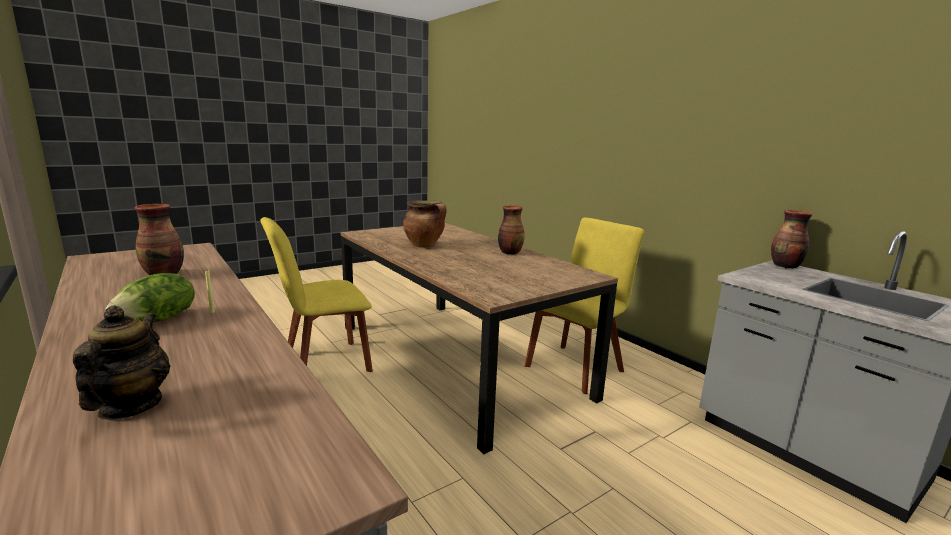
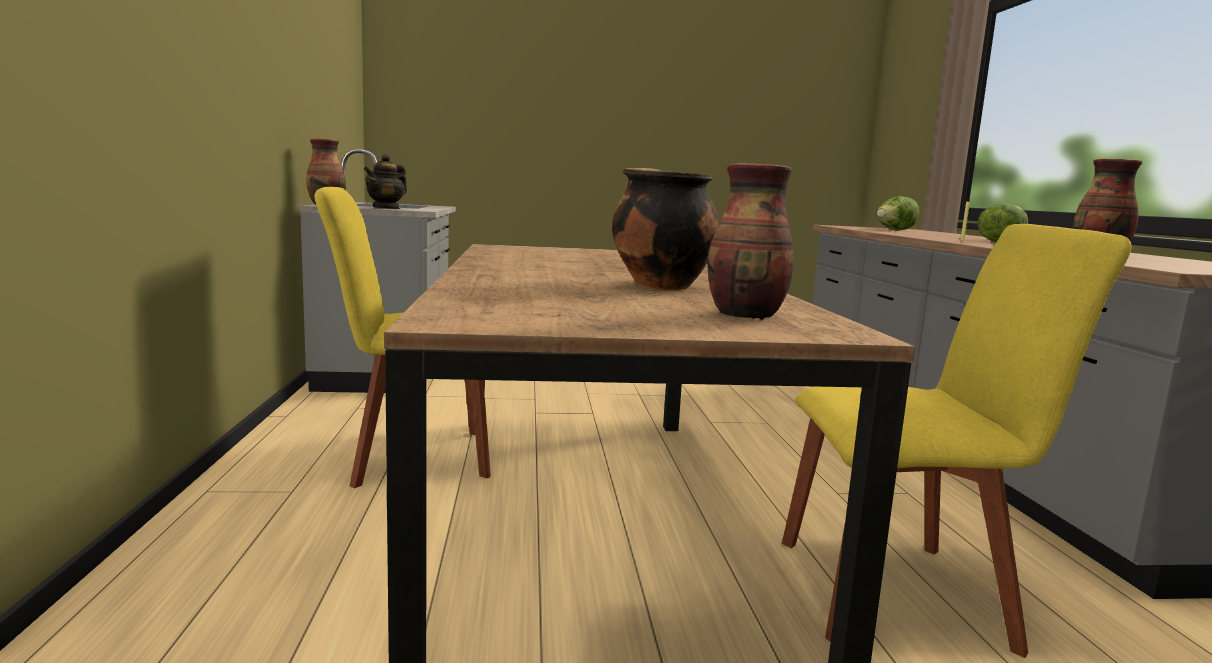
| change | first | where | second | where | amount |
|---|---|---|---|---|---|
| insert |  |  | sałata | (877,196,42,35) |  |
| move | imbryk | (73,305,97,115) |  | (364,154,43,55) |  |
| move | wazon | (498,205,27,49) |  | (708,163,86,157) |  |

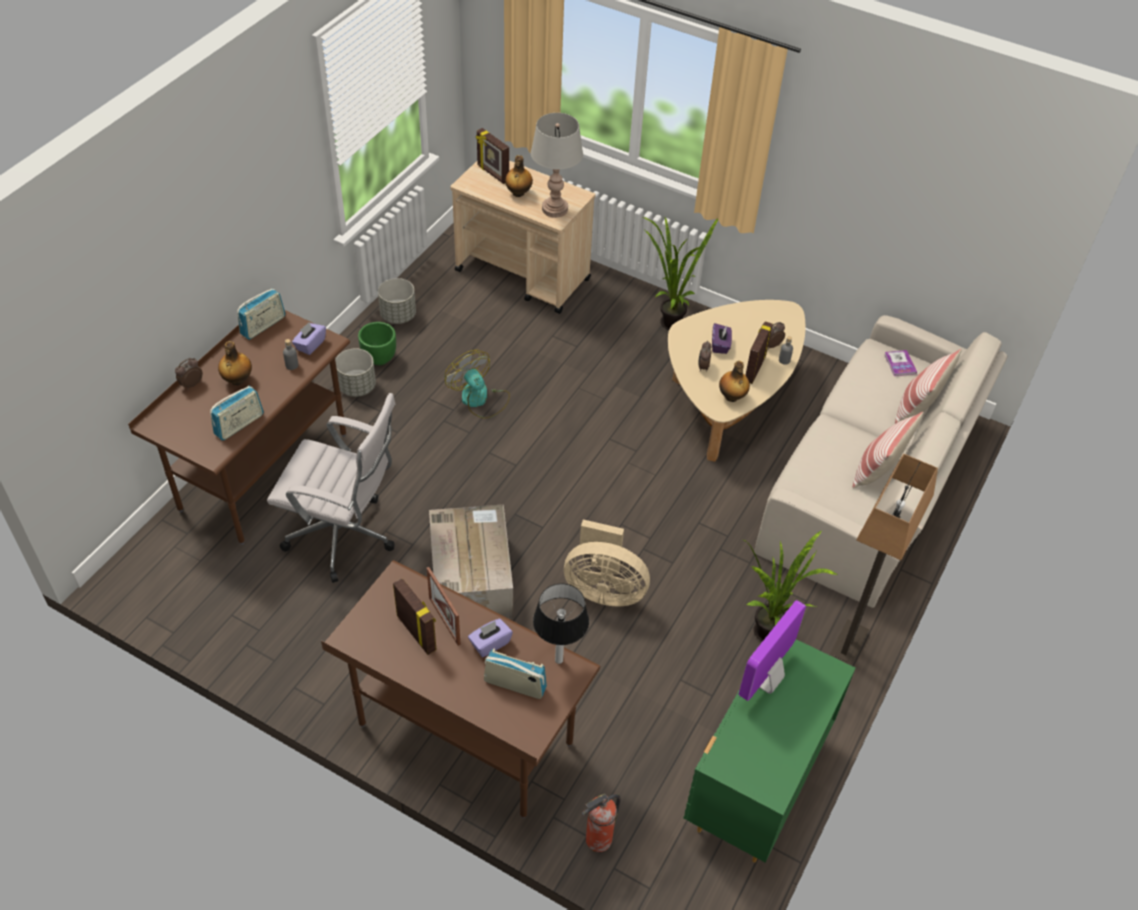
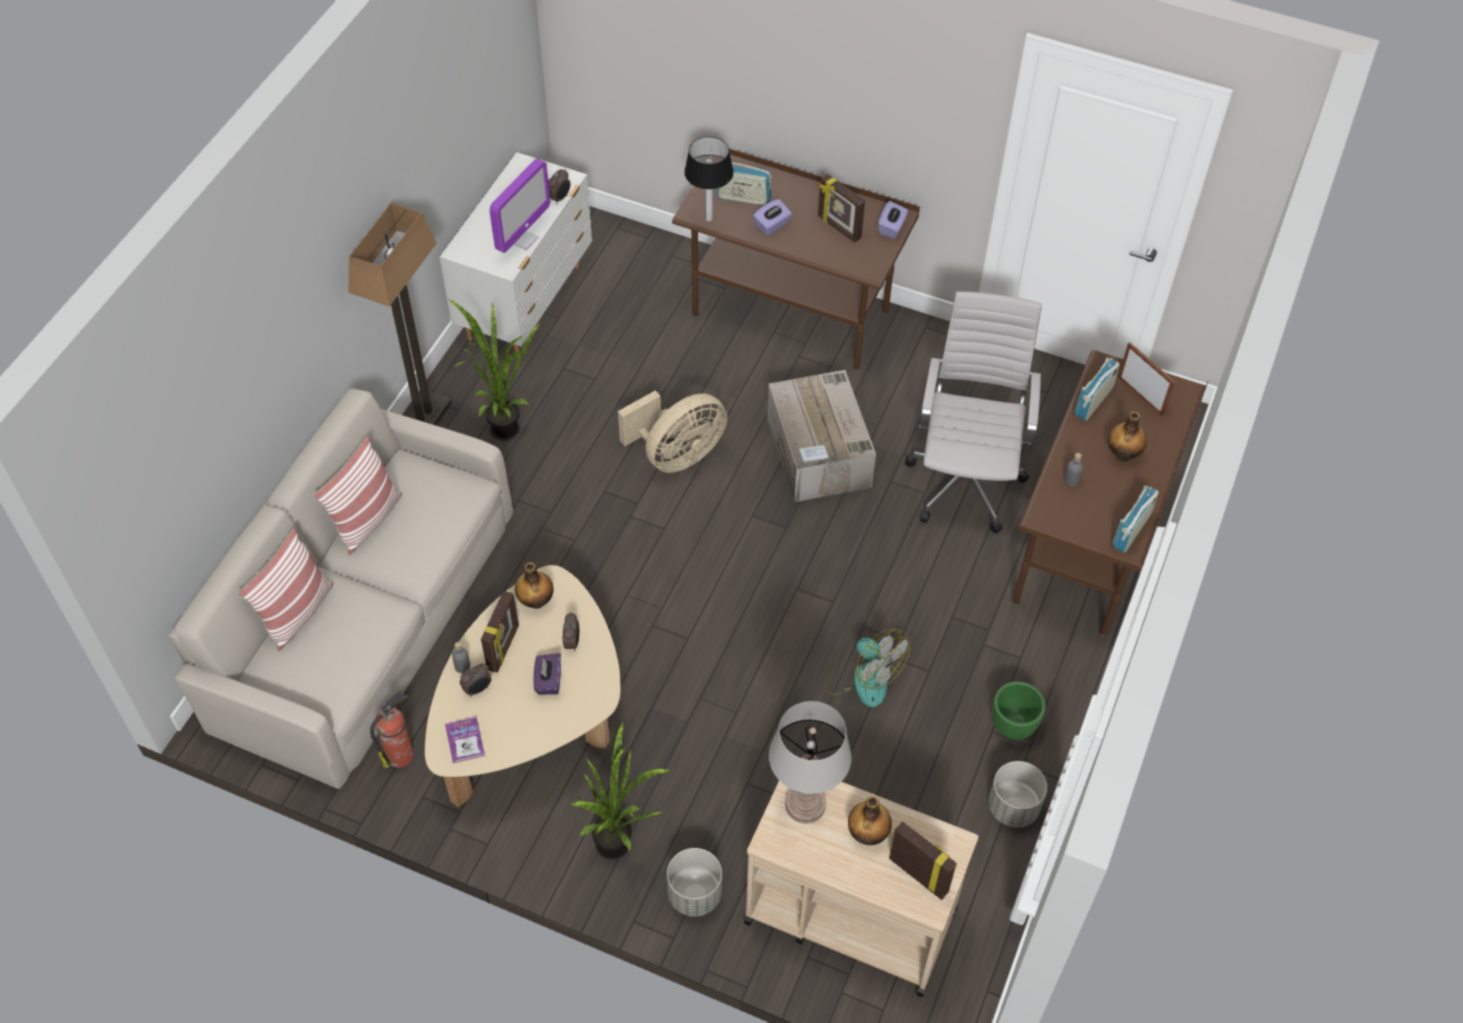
| change | first | where | second | where | amount |
|---|---|---|---|---|---|
| move | budzik | (175,358,28,32) |  | (548,169,22,35) |  |
| move | pudełko chusteczek (fioletowy) | (292,322,34,33) |  | (878,201,30,38) |  |
| move | donica (szary) | (335,348,41,49) |  | (667,848,55,69) |  |
| move | ramka na zdjęcie | (427,567,34,79) |  | (1118,342,58,75) |  |
| move | gaśnica | (582,794,39,58) |  | (370,691,44,77) |  |
| move | książka | (884,350,33,26) |  | (445,717,40,46) |  |
| recolor | komoda (zielony) | (683,639,173,224) | komoda (biały) | (440,152,152,206) |  |
| rotate | krzesło biurowe (biały) | (267,393,129,190) |  | (905,291,137,243) | 90 degrees clockwise |
| rotate | wentylator (beżowy) | (564,520,86,87) |  | (618,390,109,83) | 135 degrees clockwise |

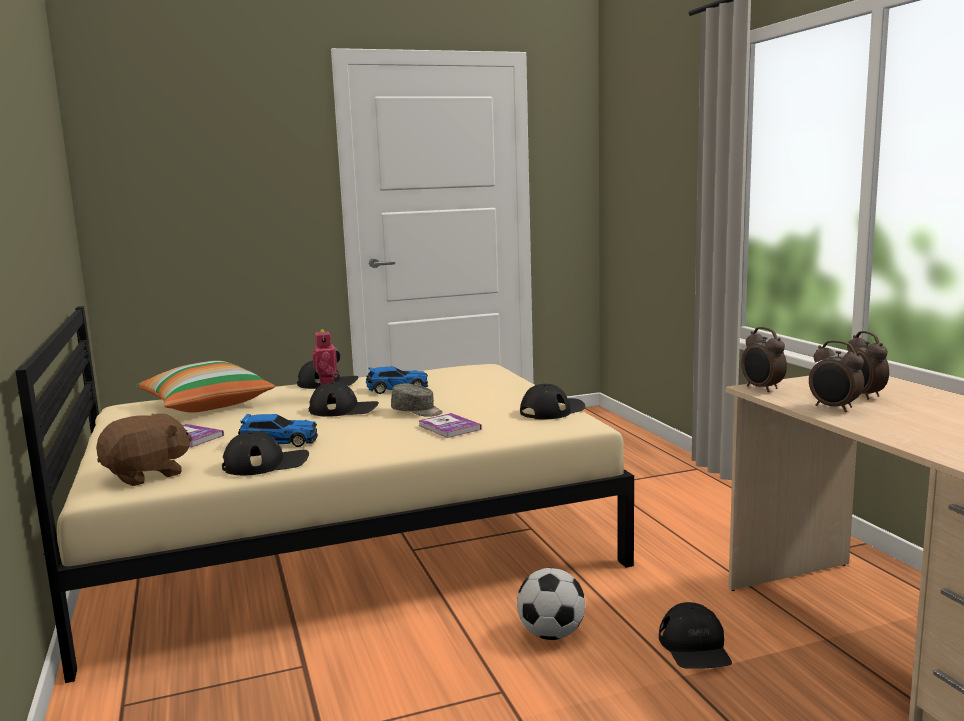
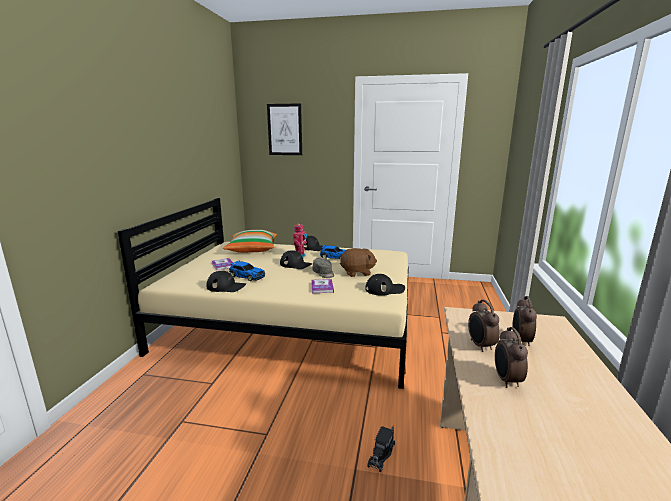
| change | first | where | second | where | amount |
|---|---|---|---|---|---|
| delete | piłka futbolowa | (517,568,68,72) |  |  |  |
| insert |  |  | obraz | (267,104,35,51) |  |
| move | pluszak (brązowy) | (96,413,96,73) |  | (340,248,37,29) |  |
| move | budzik | (741,327,46,65) |  | (495,327,33,61) |  |
| replace | czapka z daszkiem (czarny) | (659,602,73,67) | ciężarówka zabawkowa | (368,426,27,46) |  |

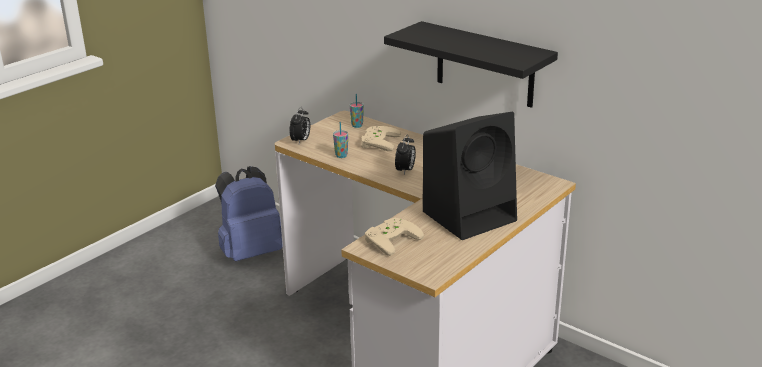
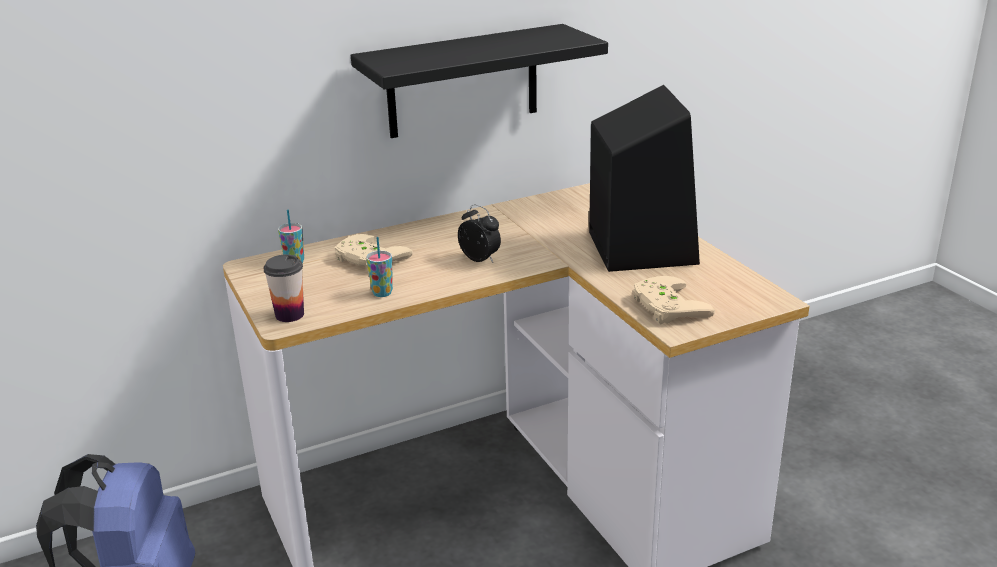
| change | first | where | second | where | amount |
|---|---|---|---|---|---|
| replace | budzik | (289,107,21,37) | filiżanka | (263,254,41,68) |  |

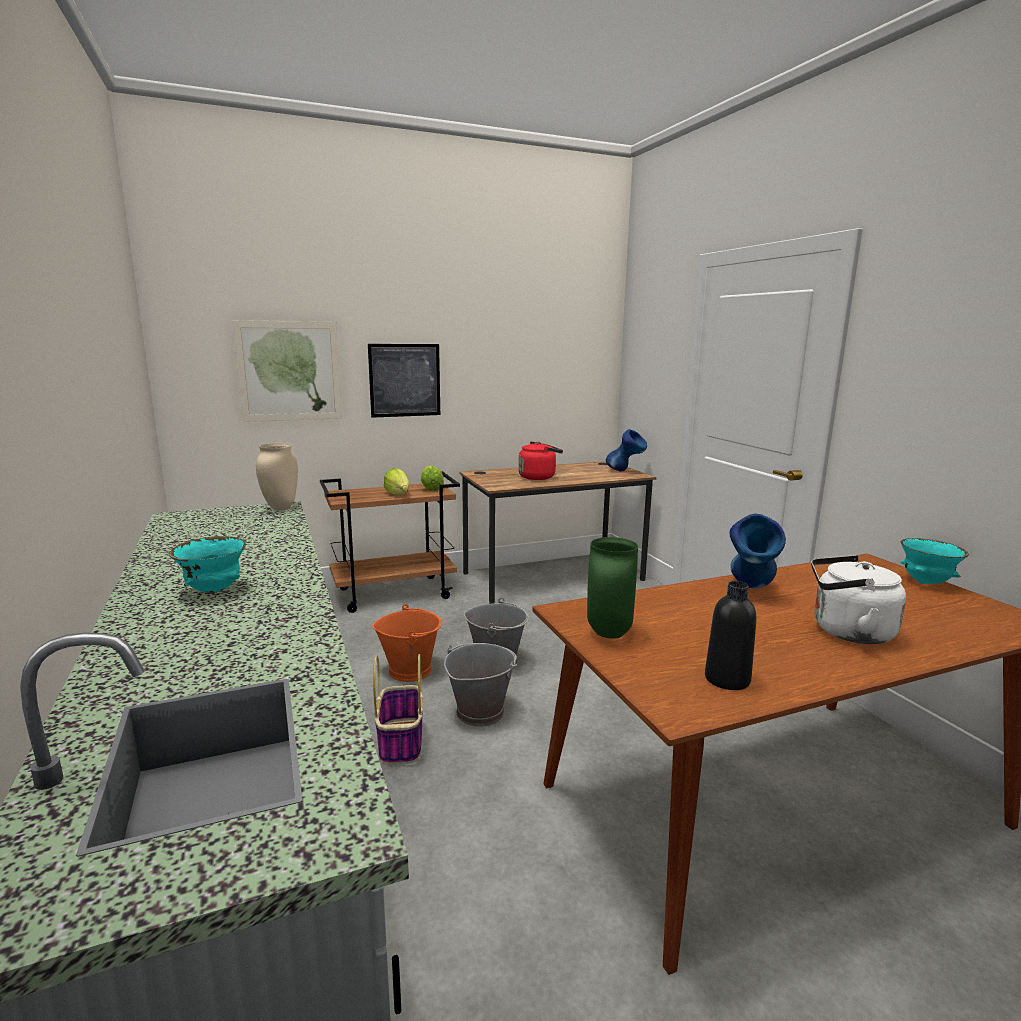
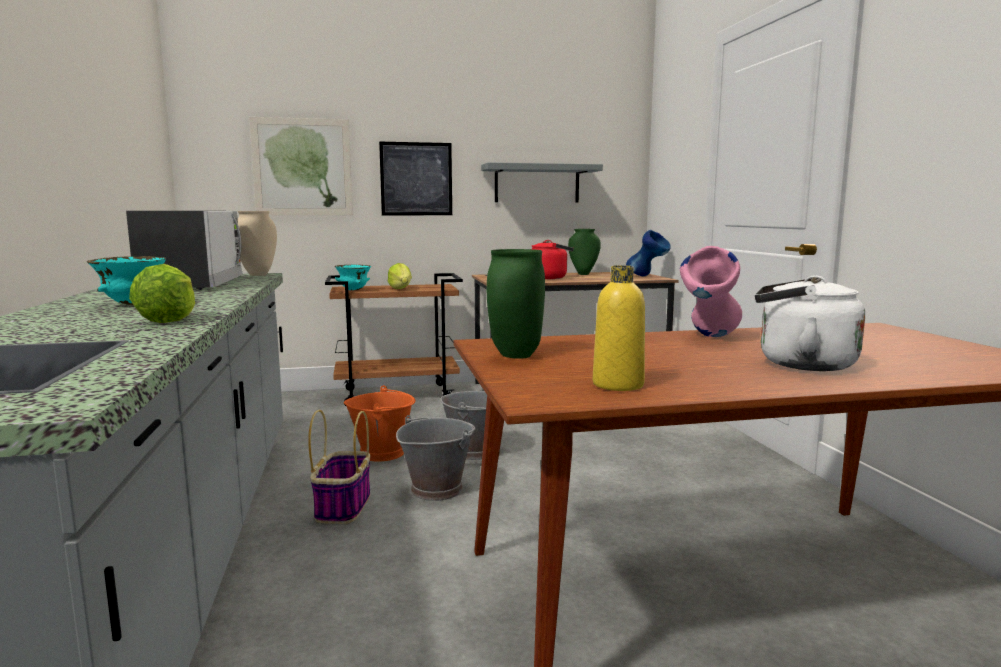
| change | first | where | second | where | amount |
|---|---|---|---|---|---|
| insert |  |  | mikrofalówka | (126,211,117,79) |  |
| insert |  |  | półka (szary) | (481,162,122,40) |  |
| insert |  |  | wazon (zielony) | (568,229,33,46) |  |
| move | sałata | (421,466,23,25) |  | (129,264,66,59) |  |
| move | miska (turkusowy) | (901,538,68,46) |  | (335,265,36,25) |  |
| recolor | butelka (czarny) | (705,581,51,109) | butelka (żółty) | (593,265,52,126) |  |
| recolor | wazon (niebieski) | (730,514,56,74) | wazon (różowy) | (680,246,62,91) |  |

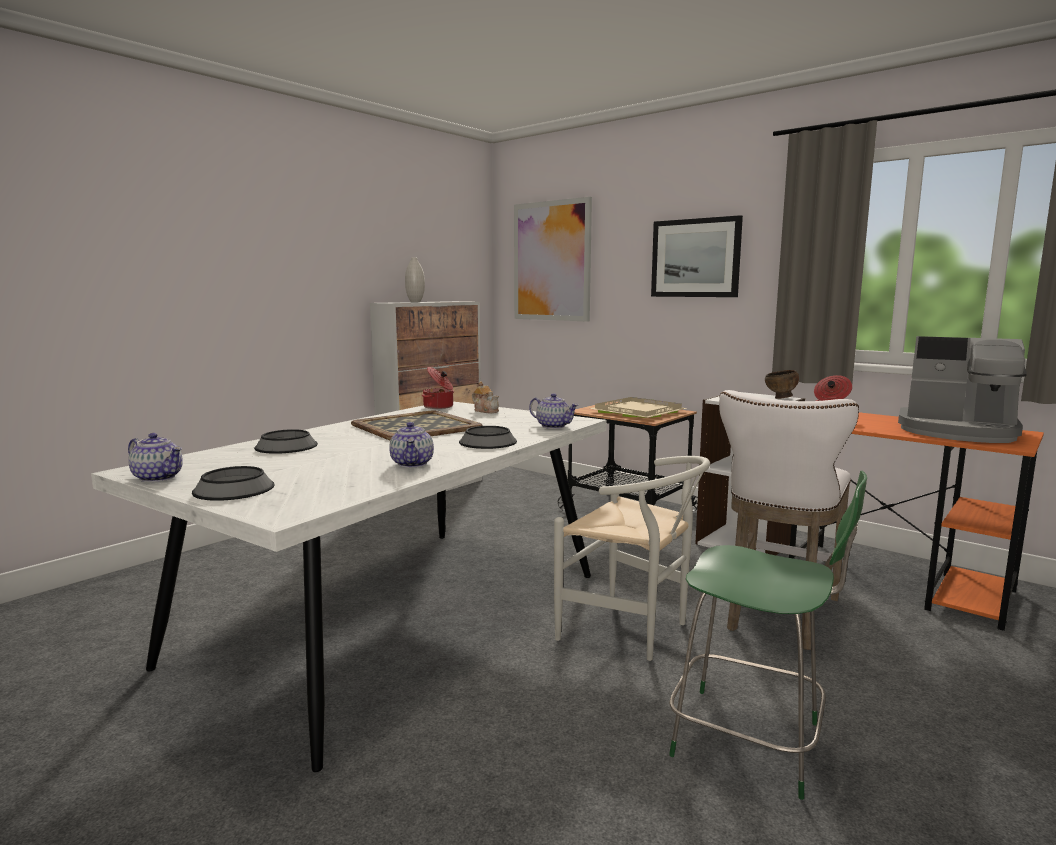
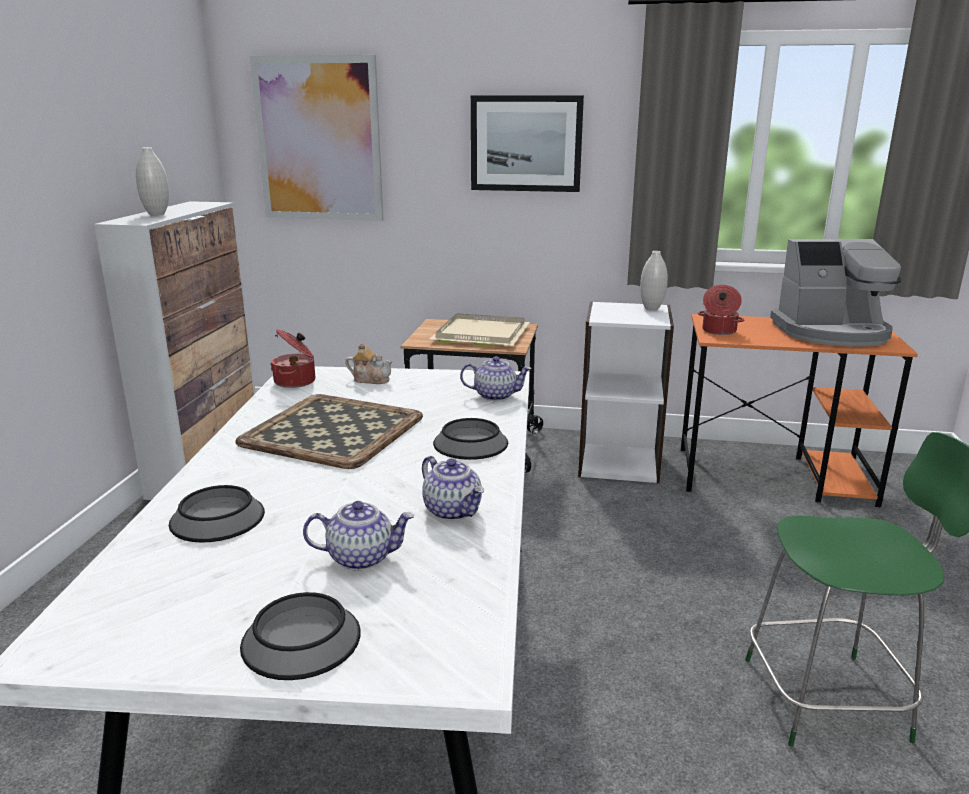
| change | first | where | second | where | amount |
|---|---|---|---|---|---|
| delete | krzesło (biały) | (554,456,156,205) |  |  |  |
| delete | stołek (biały) | (719,390,140,260) |  |  |  |
| move | imbryk | (128,433,55,49) |  | (303,501,111,70) |  |
| replace | miska (brązowy) | (765,370,34,29) | wazon (biały) | (640,251,28,60) |  |

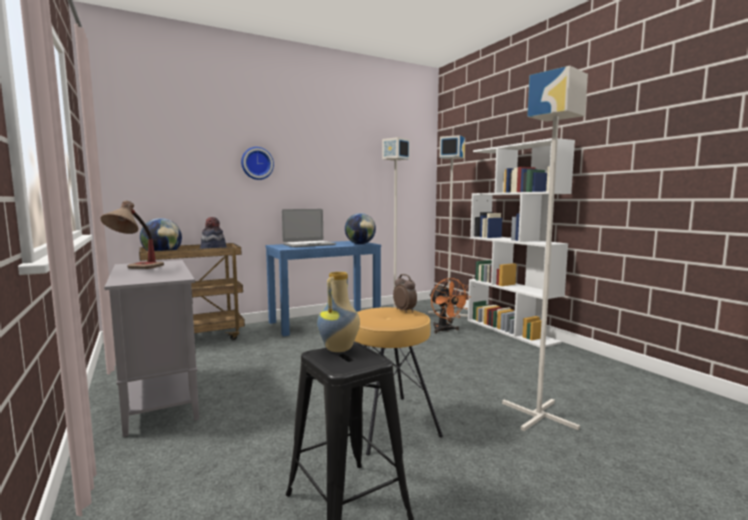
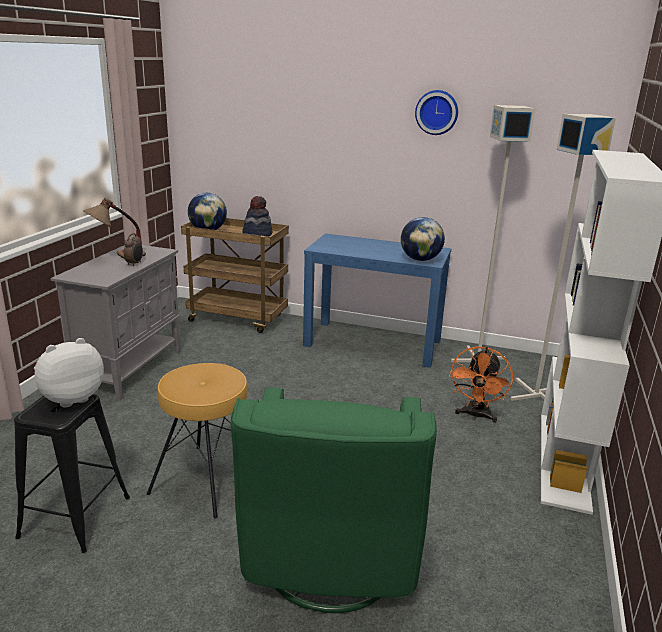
| change | first | where | second | where | amount |
|---|---|---|---|---|---|
| delete | laptop | (282,209,54,38) |  |  |  |
| move | zegar ścienny | (241,147,33,33) |  | (415,90,43,45) |  |
| move | budzik | (393,274,24,39) |  | (124,233,19,33) |  |
| replace | wazon | (317,272,43,80) | pluszak | (34,338,70,69) |  |
| replace | lampa stojąca (szary) | (502,66,86,365) | fotel (zielony) | (231,387,206,226) |  |

